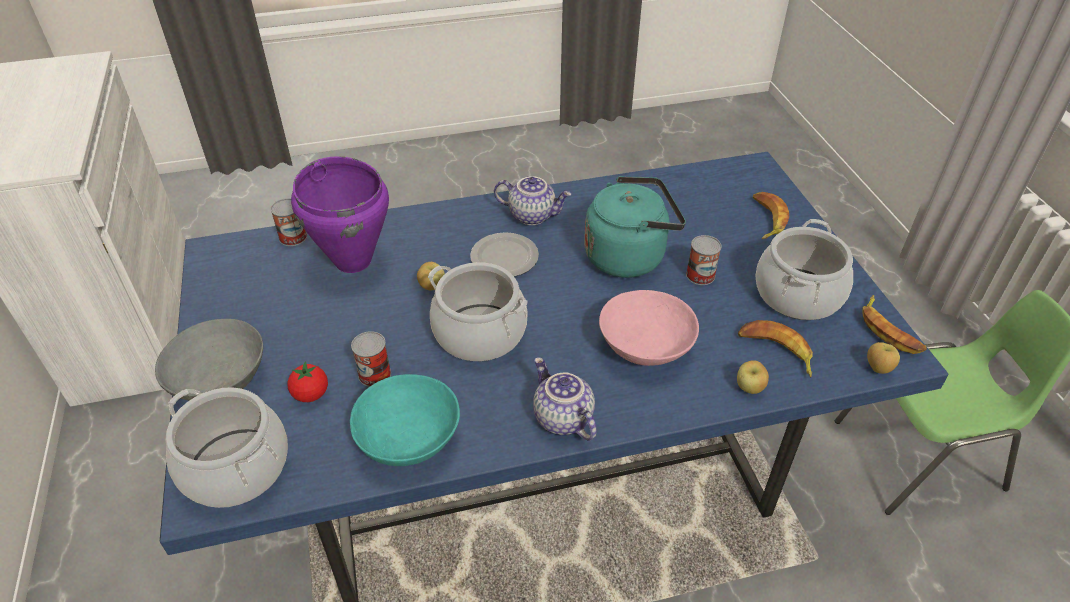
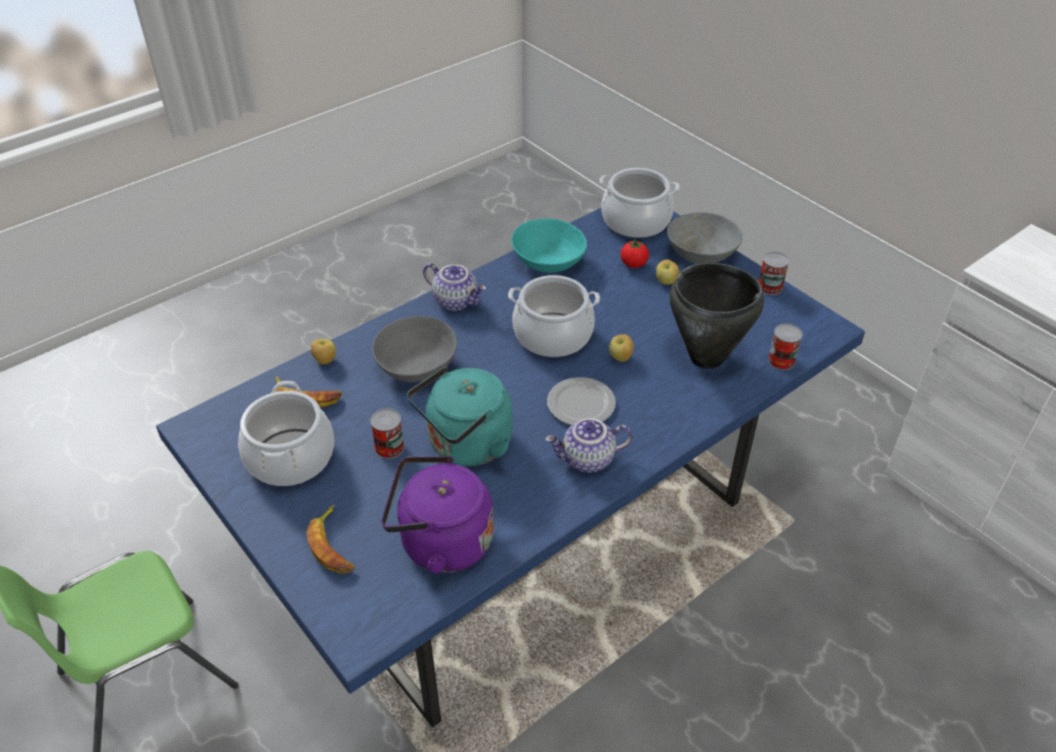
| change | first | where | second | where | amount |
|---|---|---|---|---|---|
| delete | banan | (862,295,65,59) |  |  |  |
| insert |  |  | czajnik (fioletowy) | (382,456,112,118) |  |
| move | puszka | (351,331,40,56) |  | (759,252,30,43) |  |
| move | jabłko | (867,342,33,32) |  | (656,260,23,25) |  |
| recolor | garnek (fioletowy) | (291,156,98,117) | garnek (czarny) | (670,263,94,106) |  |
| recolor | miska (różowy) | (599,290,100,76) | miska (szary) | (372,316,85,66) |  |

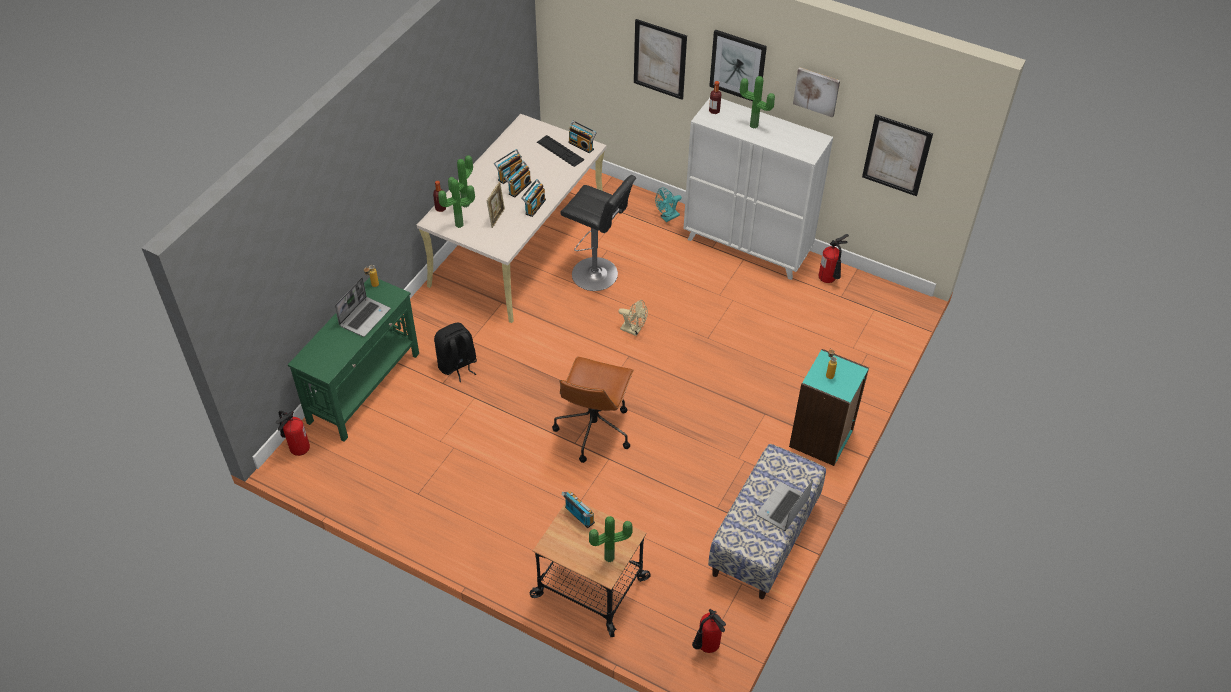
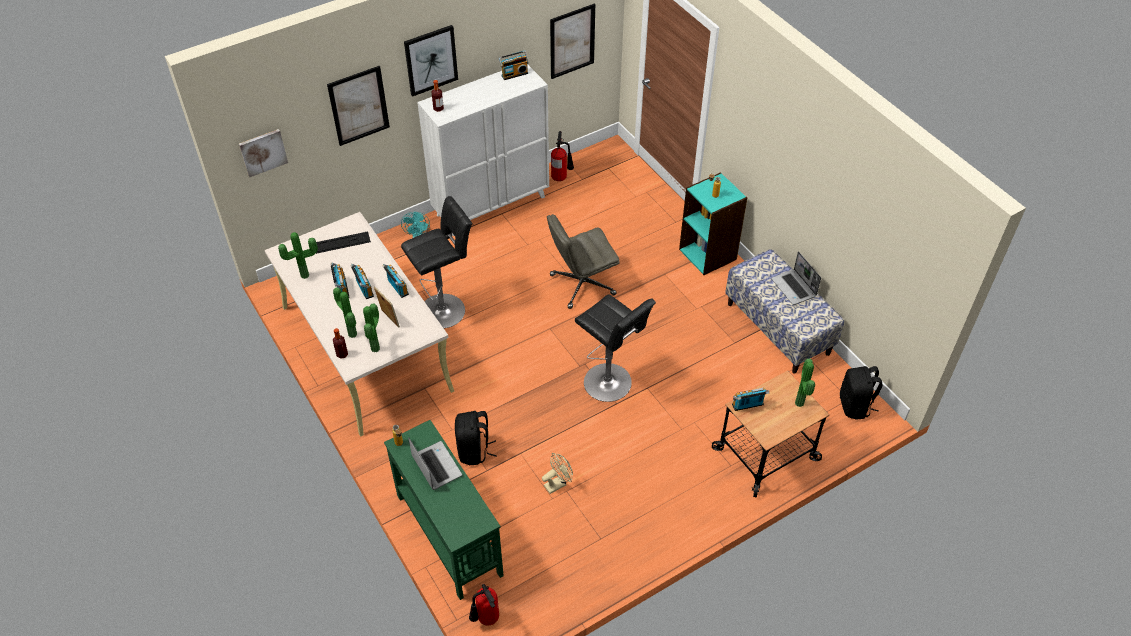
| change | first | where | second | where | amount |
|---|---|---|---|---|---|
| insert |  |  | krzesło biurowe (szary) | (547,214,73,95) |  |
| move | radio | (568,121,29,32) |  | (498,51,30,29) |  |
| move | wentylator (beżowy) | (619,300,29,36) |  | (542,453,31,41) |  |
| move | roślina doniczkowa | (740,76,35,53) |  | (278,232,40,47) |  |
| move | obraz | (793,67,47,51) |  | (239,129,49,49) |  |
| replace | krzesło biurowe (brązowy) | (552,356,82,107) | stołek (czarny) | (575,294,81,108) |  |
| replace | gaśnica | (692,609,34,44) | plecak (czarny) | (840,366,43,53) |  |

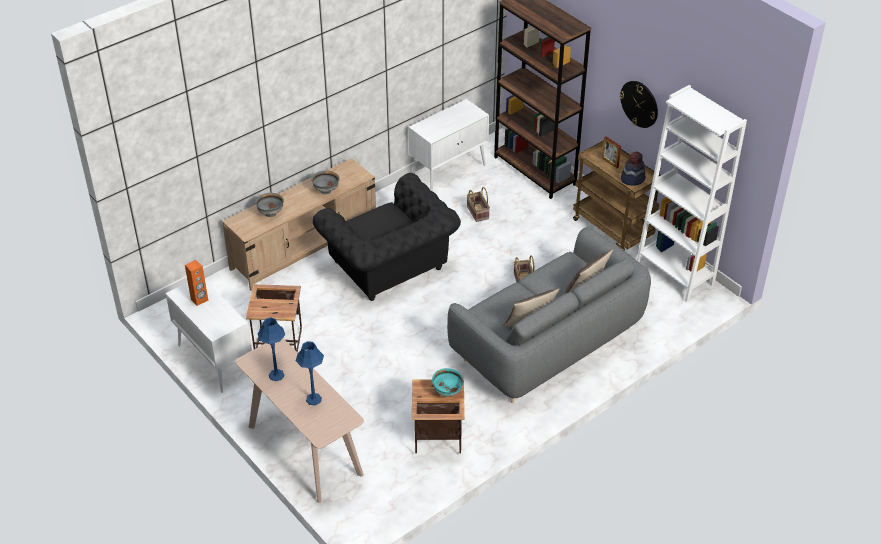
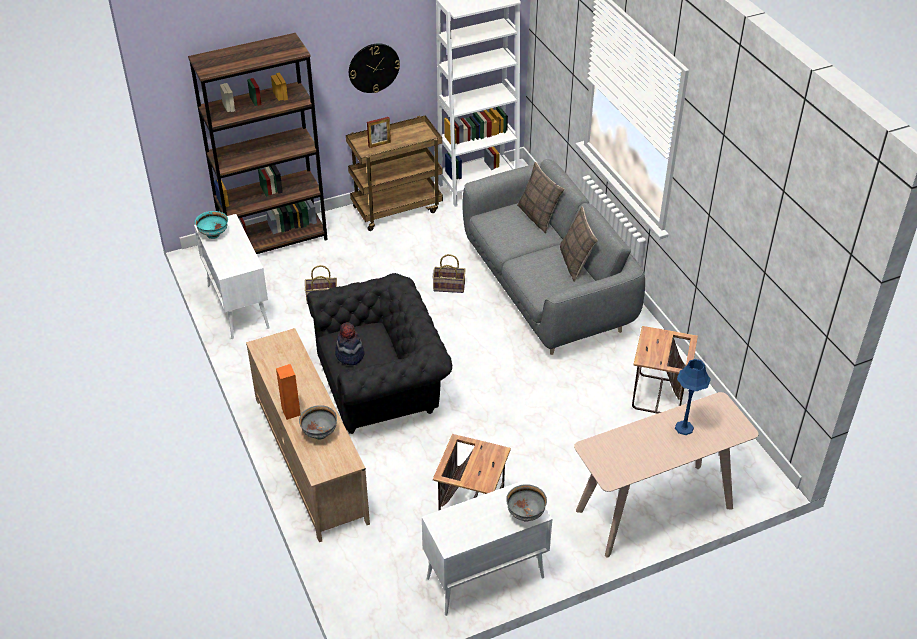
| change | first | where | second | where | amount |
|---|---|---|---|---|---|
| delete | lampa stołowa (niebieski) | (257,317,28,64) |  |  |  |
| move | głośnik (pomarańczowy) | (185,260,23,46) |  | (276,364,25,56) |  |
| move | miska (szary) | (311,170,28,24) |  | (506,484,41,38) |  |
| move | miska (turkusowy) | (432,368,32,29) |  | (195,211,33,28) |  |
| move | kapelusz | (621,151,24,35) |  | (335,322,30,43) |  |

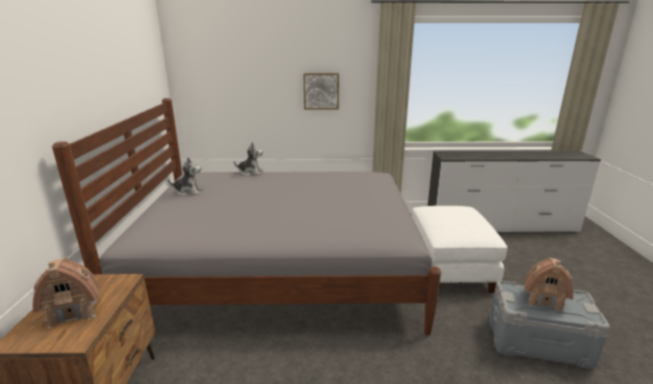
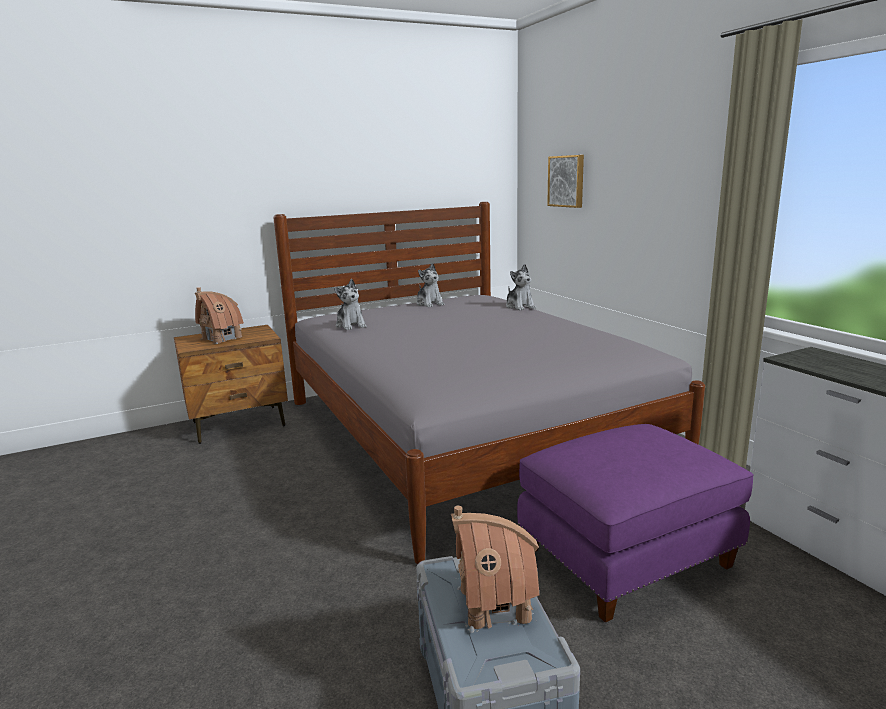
| change | first | where | second | where | amount |
|---|---|---|---|---|---|
| insert |  |  | pluszak | (334,279,33,51) |  |
| move | obraz | (304,73,35,37) |  | (547,155,37,53) |  |
| recolor | pufa (biały) | (412,206,96,87) | pufa (fioletowy) | (517,424,237,199) |  |

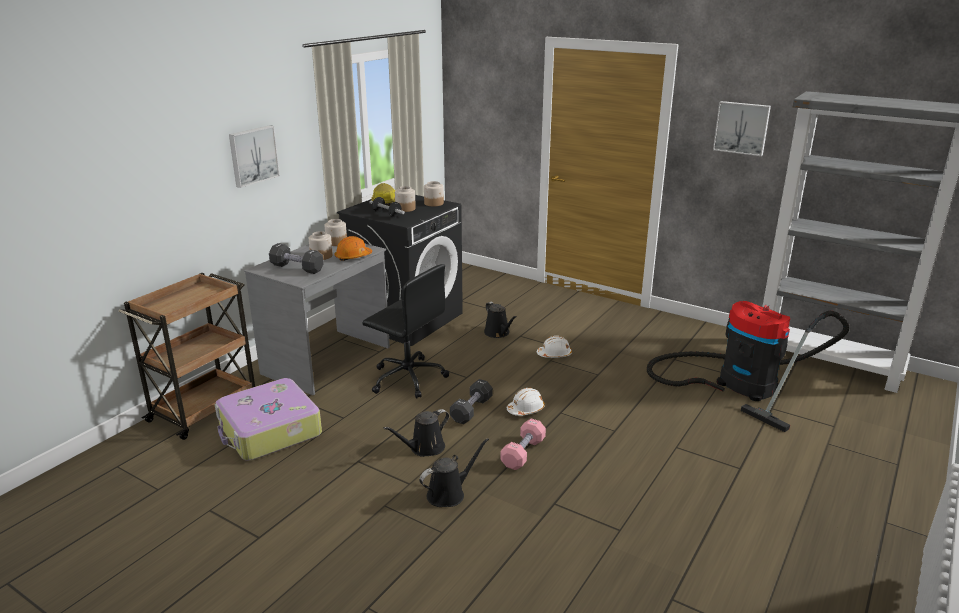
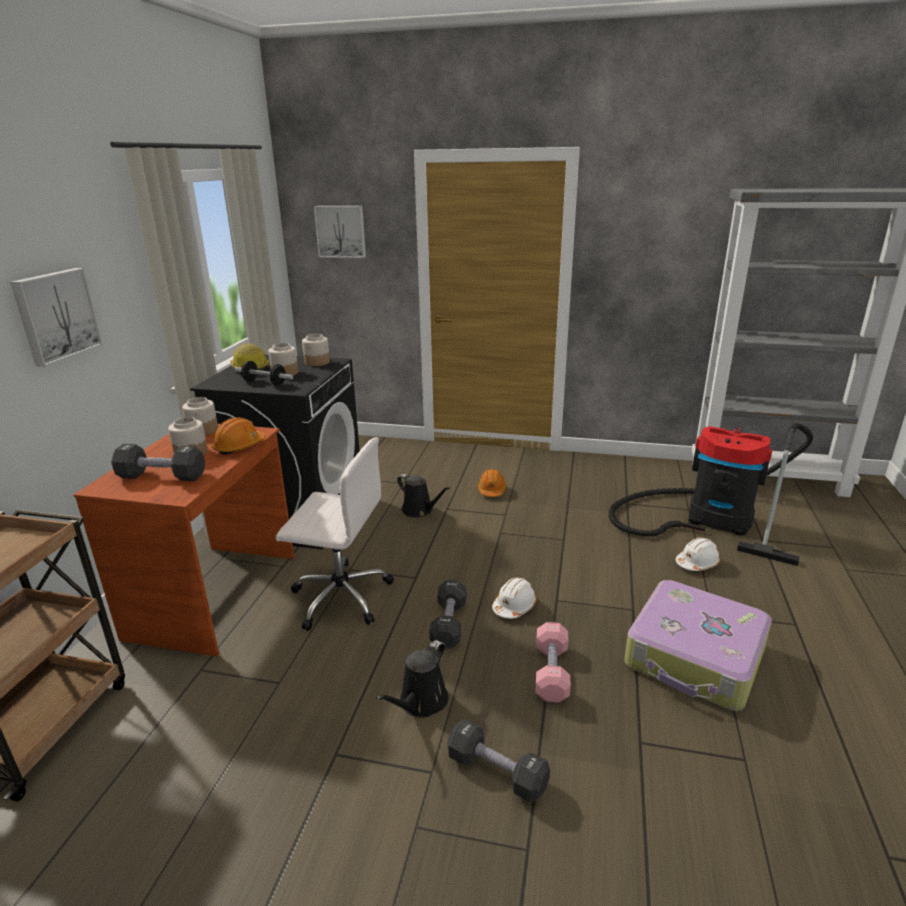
| change | first | where | second | where | amount |
|---|---|---|---|---|---|
| insert |  |  | kask (pomarańczowy) | (478,469,28,28) |  |
| move | walizka | (214,378,108,82) |  | (624,580,148,131) |  |
| move | kask (biały) | (537,336,35,22) |  | (675,537,46,34) |  |
| move | obraz | (713,101,58,55) |  | (314,206,52,52) |  |
| replace | konewka (czarny) | (419,438,70,69) | hantel (czarny) | (448,720,102,82) |  |
| recolor | biurko (szary) | (244,244,146,152) | biurko (brązowy) | (74,424,220,232) |  |
| recolor | krzesło biurowe (czarny) | (363,264,86,135) | krzesło biurowe (biały) | (276,437,118,194) |  |

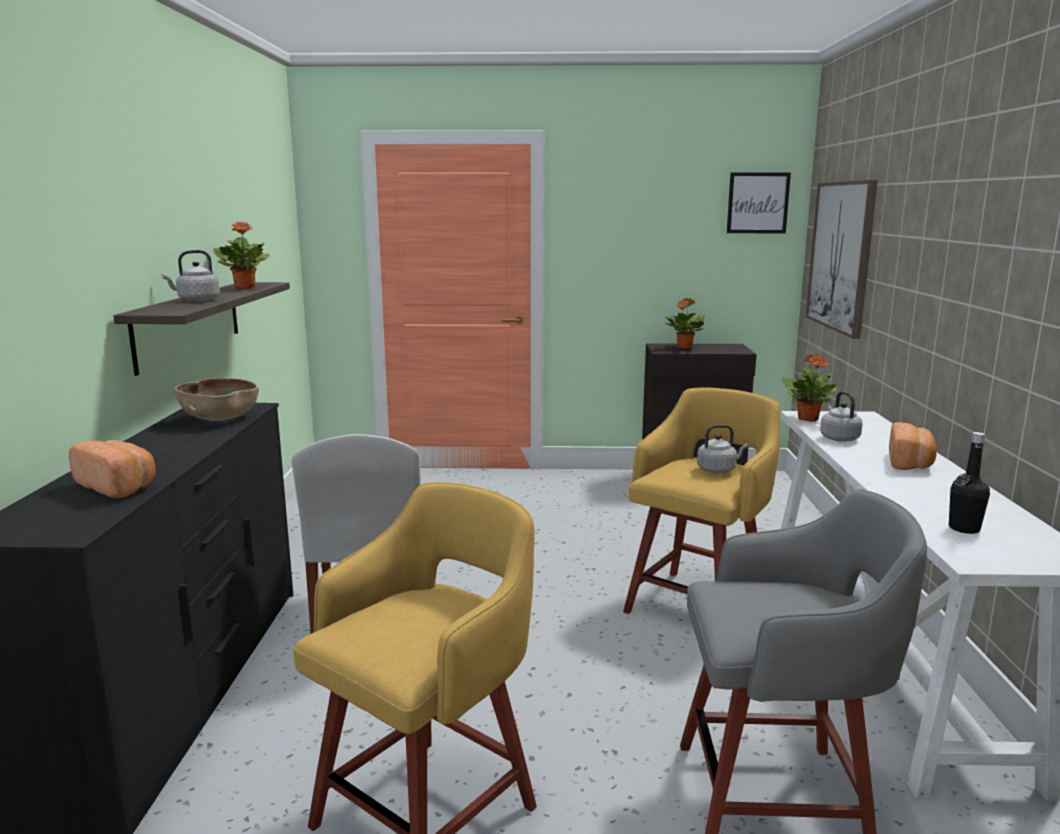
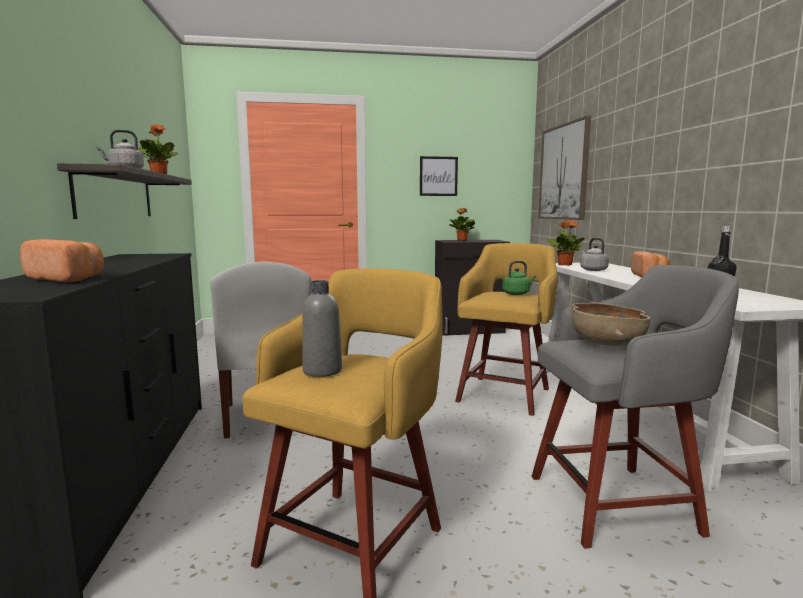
| change | first | where | second | where | amount |
|---|---|---|---|---|---|
| insert |  |  | butelka (szary) | (302,280,40,97) |  |
| move | miska (brązowy) | (174,378,85,43) |  | (571,303,80,43) |  |
| move | obraz | (727,172,64,61) |  | (420,156,38,40) |  |
| recolor | czajnik (szary) | (697,424,51,49) | czajnik (zielony) | (502,261,34,34) |  |

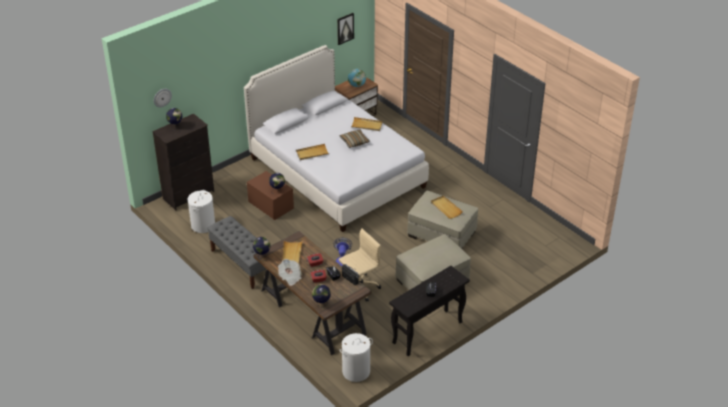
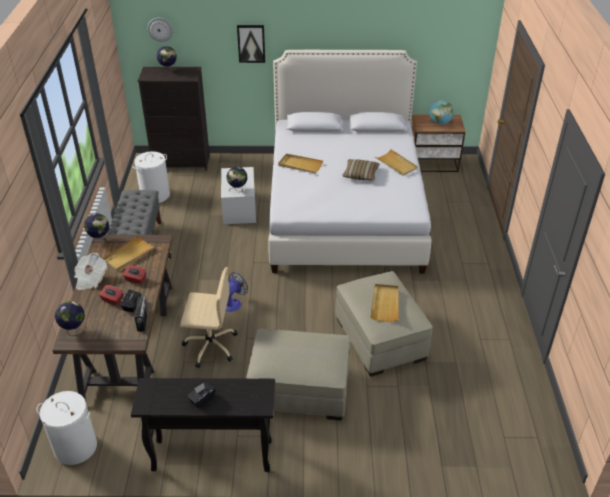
| change | first | where | second | where | amount |
|---|---|---|---|---|---|
| move | obraz | (337,13,17,32) |  | (237,25,28,38) |  |
| recolor | pojemnik do przechowywania (brązowy) | (247,171,47,49) | pojemnik do przechowywania (biały) | (221,167,35,57) |  |

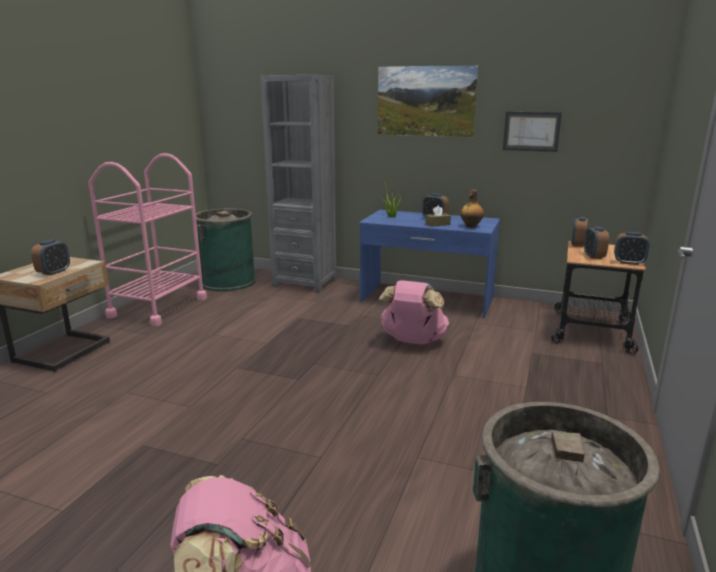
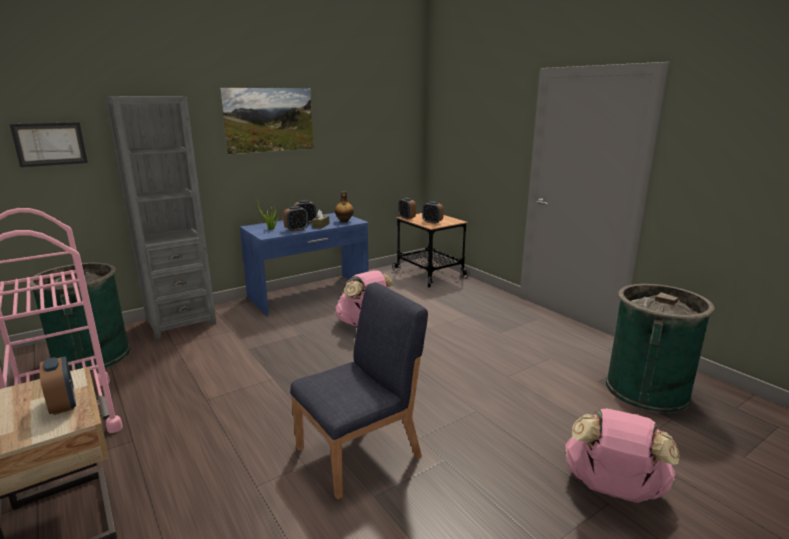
| change | first | where | second | where | amount |
|---|---|---|---|---|---|
| insert |  |  | krzesło (niebieski) | (290,282,138,218) |  |
| move | obraz | (503,112,59,40) |  | (10,122,78,45) |  |
| move | budzik | (614,232,36,33) |  | (283,206,25,26) |  |

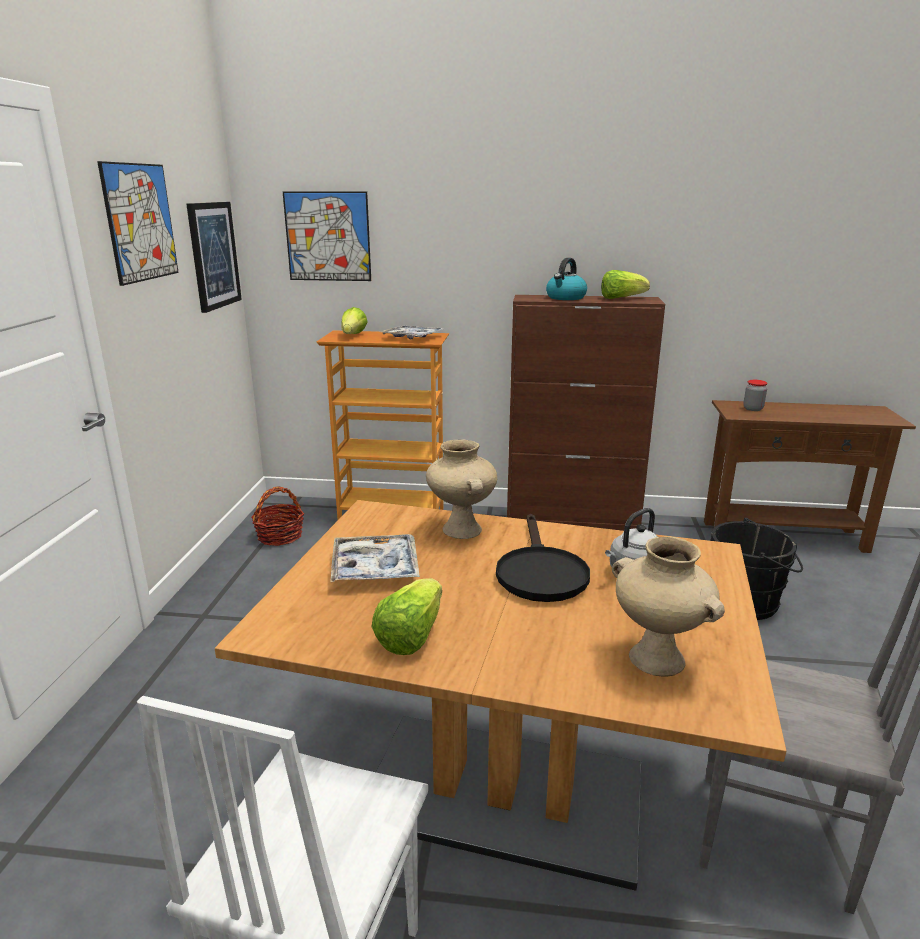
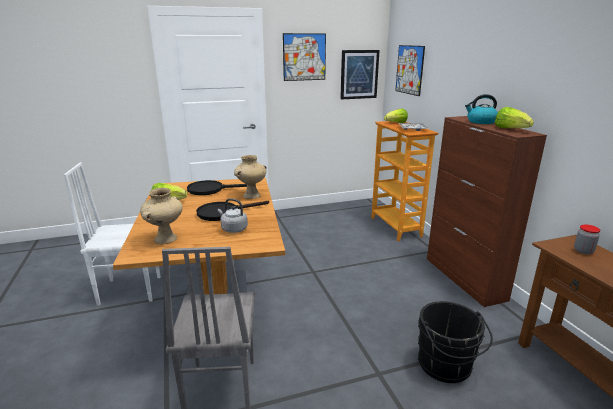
| change | first | where | second | where | amount |
|---|---|---|---|---|---|
| delete | koszyk | (252,487,52,59) |  |  |  |
| replace | taca | (330,534,90,48) | patelnia (czarny) | (187,180,60,15) |  |

